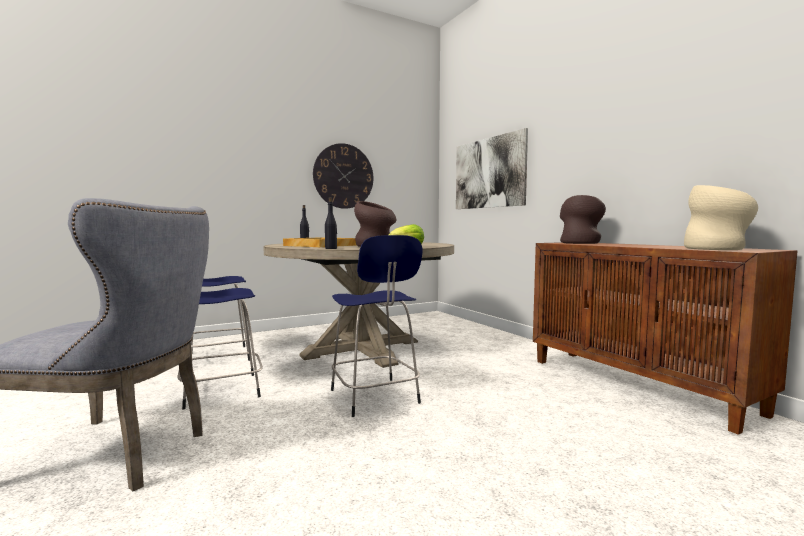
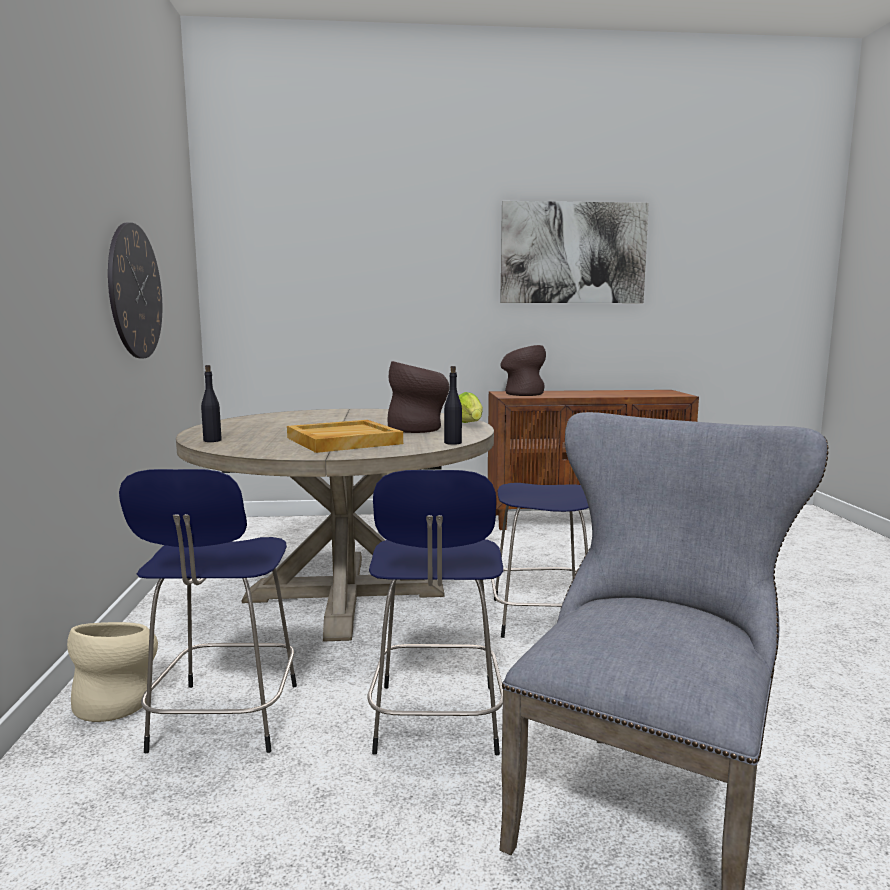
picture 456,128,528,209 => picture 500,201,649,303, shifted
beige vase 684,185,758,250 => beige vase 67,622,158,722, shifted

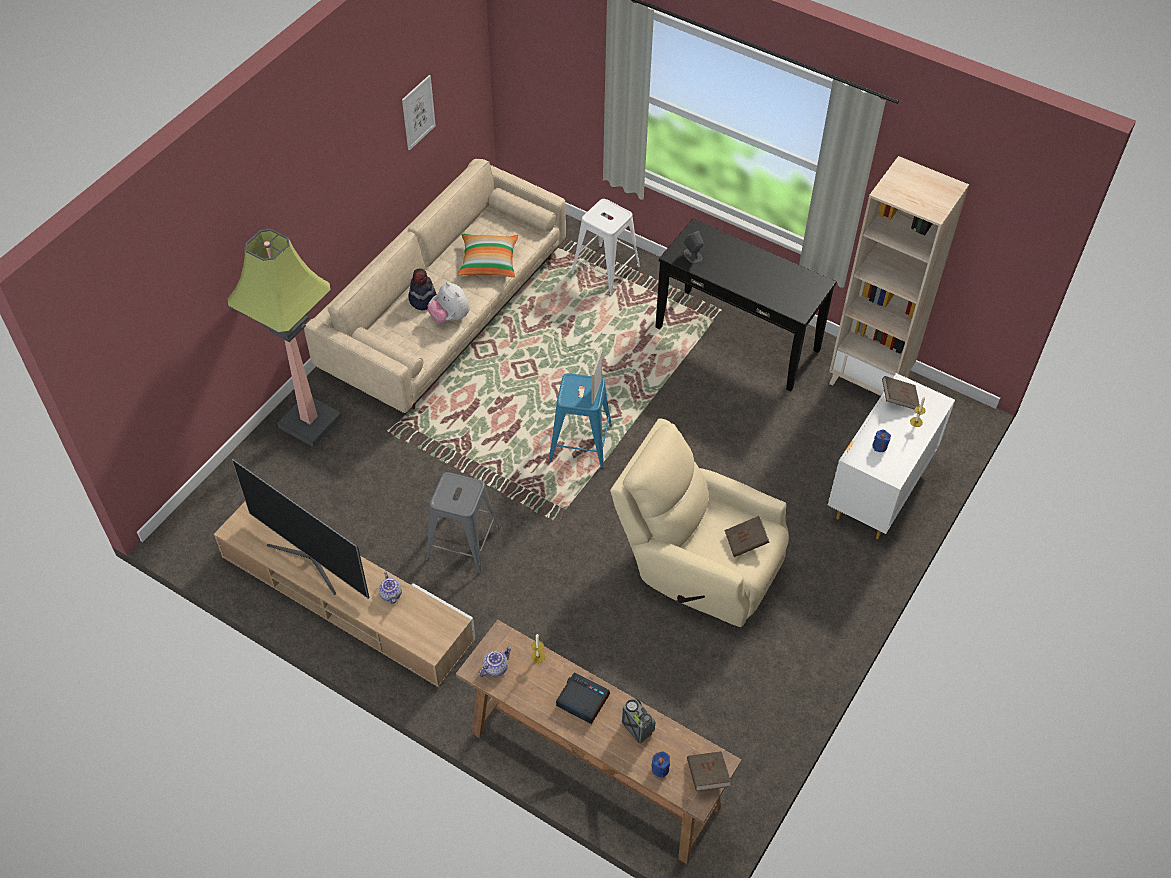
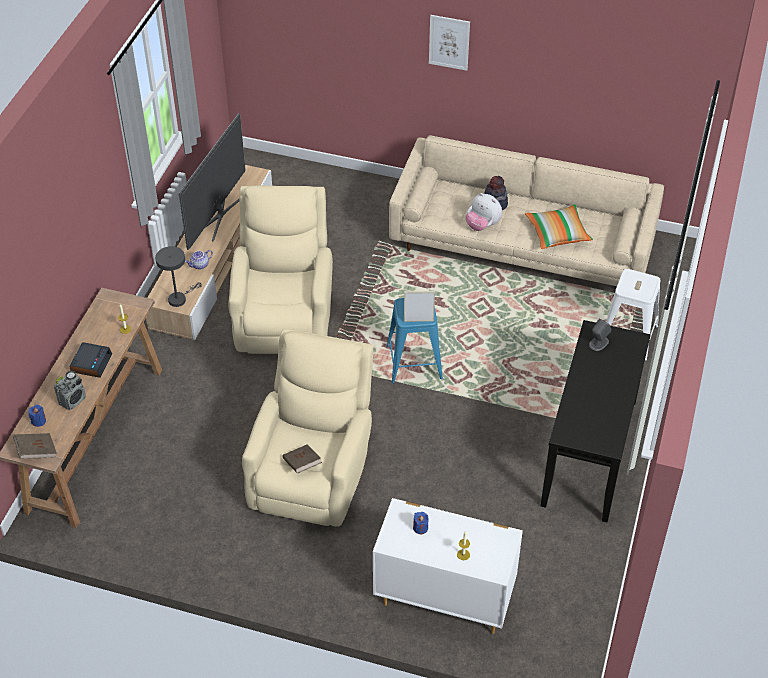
picture 402,75,436,151 => picture 429,15,470,71, shifted
beige bookcase 829,156,969,396 => nothing
floor lamp 227,229,342,447 => nothing
plush toy 428,282,470,323 => plush toy 466,193,502,231, 90 degrees counterclockwise
brown book 882,376,920,410 => nothing
grey stool 426,472,500,574 => beige armchair 228,185,333,354
teapot 478,646,512,677 => nothing
nothing => grey table lamp 155,246,202,307

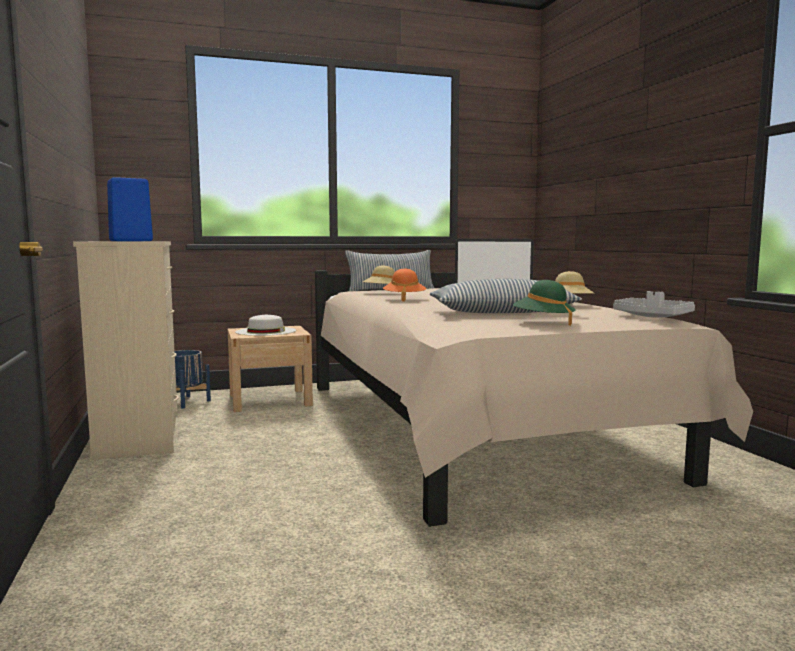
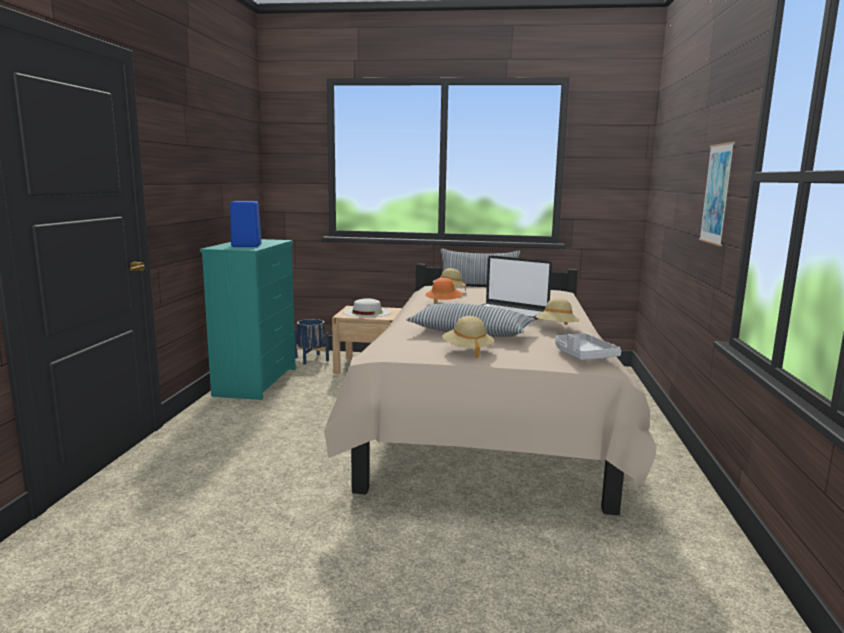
beige dresser 73,241,179,460 => turquoise dresser 200,239,295,400
green hat 513,280,576,326 => beige hat 443,316,494,358
nothing => picture 699,142,735,246

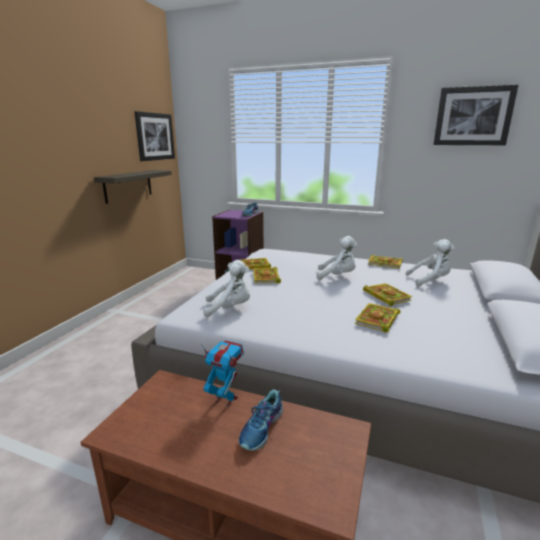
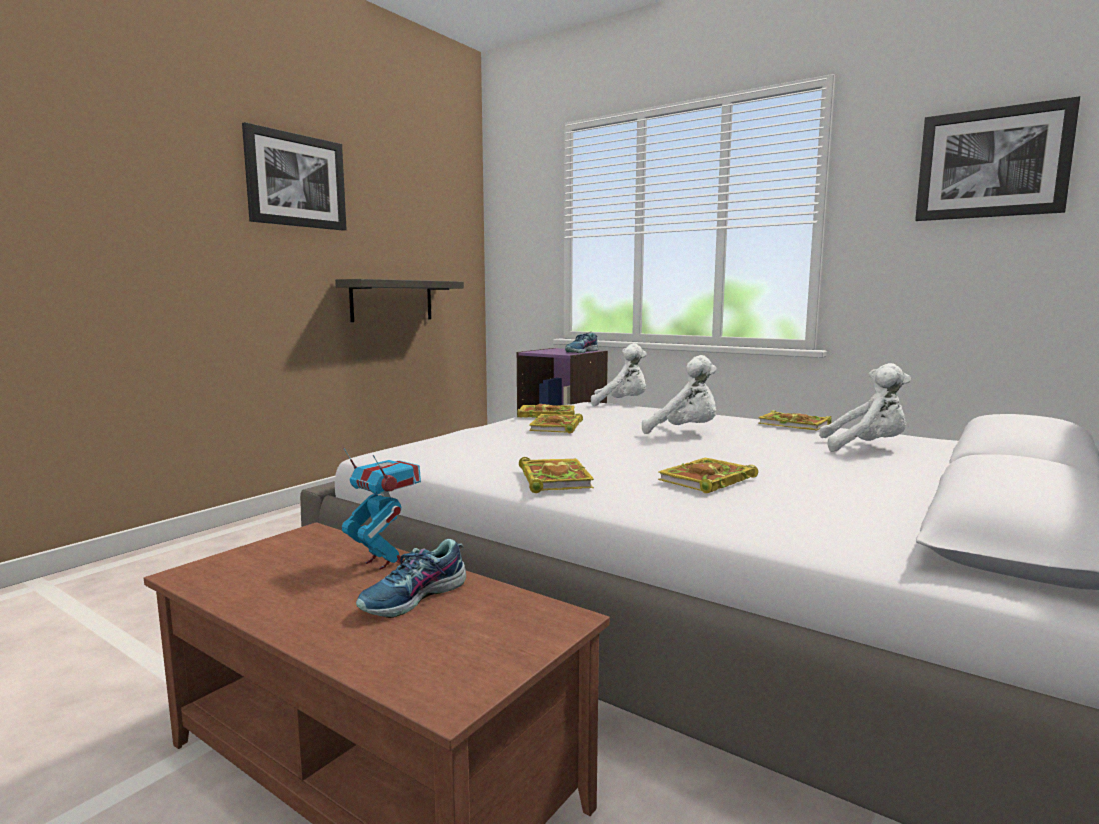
picture 134,111,175,161 => picture 242,122,347,231, shifted
white plush toy 203,260,250,318 => white plush toy 591,343,647,406, shifted
book 363,283,412,306 => book 519,457,594,493, shifted

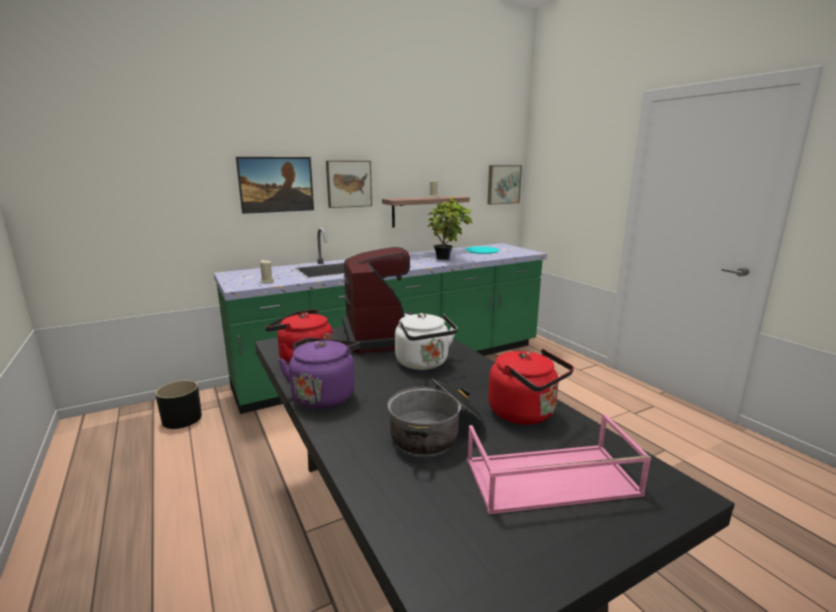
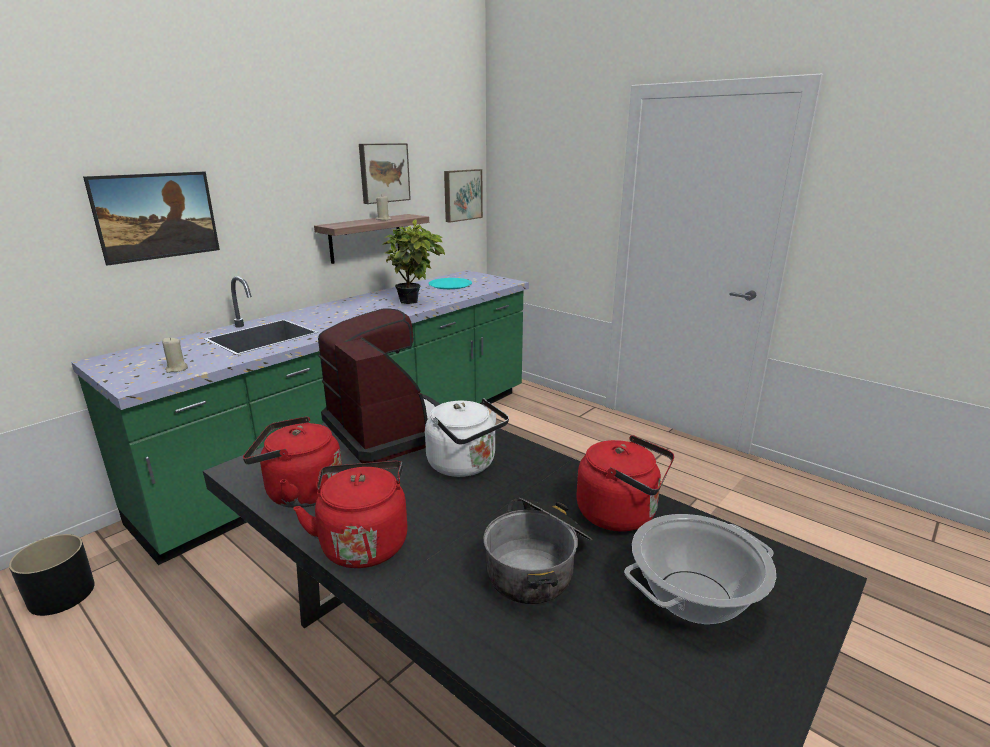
picture 326,161,372,208 => picture 359,143,411,204, shifted
purple kettle 278,338,360,409 => red kettle 294,461,408,568
pink tray 467,414,651,514 => cooking pot 624,514,776,624

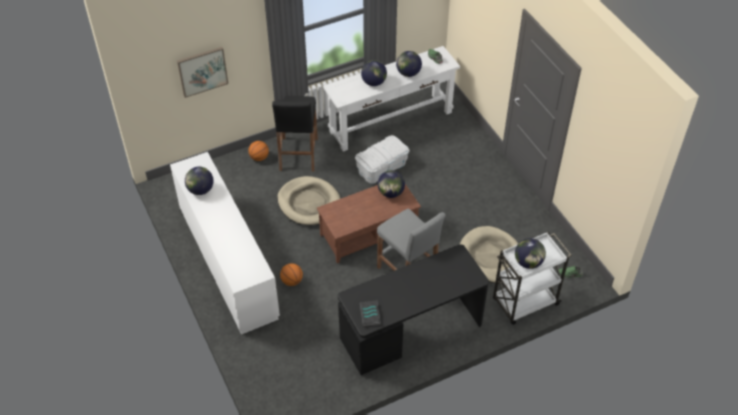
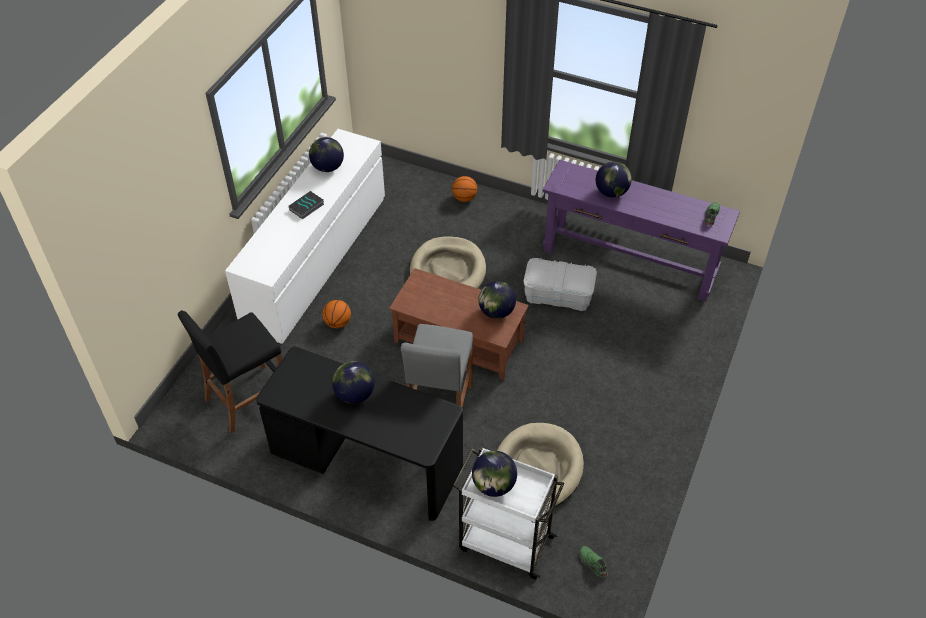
white console table 323,46,460,152 => purple console table 543,160,740,301
picture 177,47,228,98 => nothing
globe 396,51,422,77 => globe 332,361,375,404, shifted
black stool 272,96,318,172 => black stool 178,310,282,433, shifted
book 360,300,381,327 => book 289,191,324,219, shifted

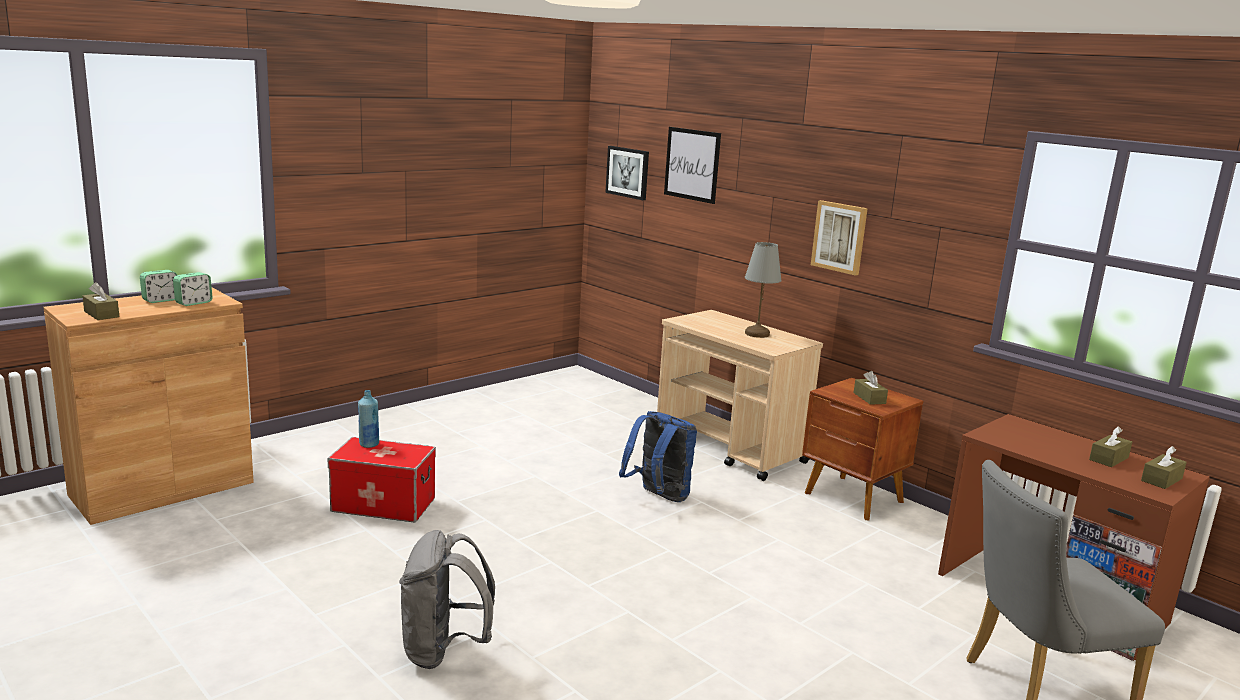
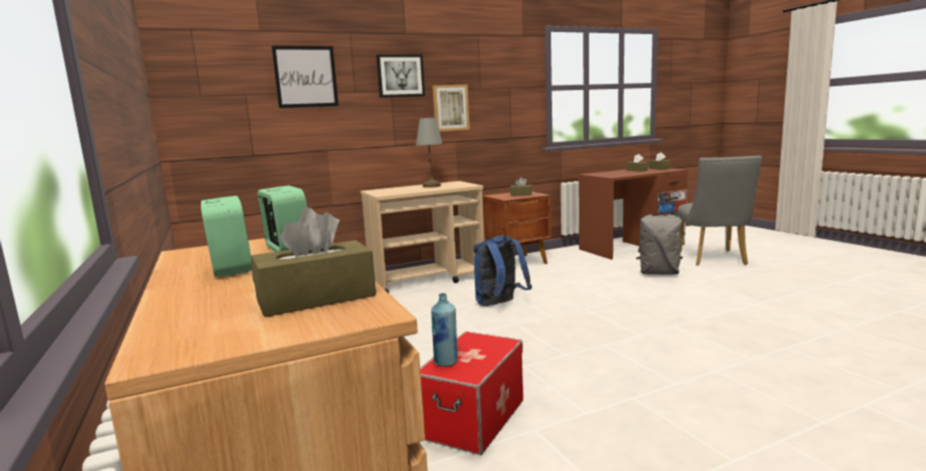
picture 605,146,649,200 => picture 376,54,425,98, shifted
grey backpack 399,530,495,669 => grey backpack 636,212,683,275, shifted

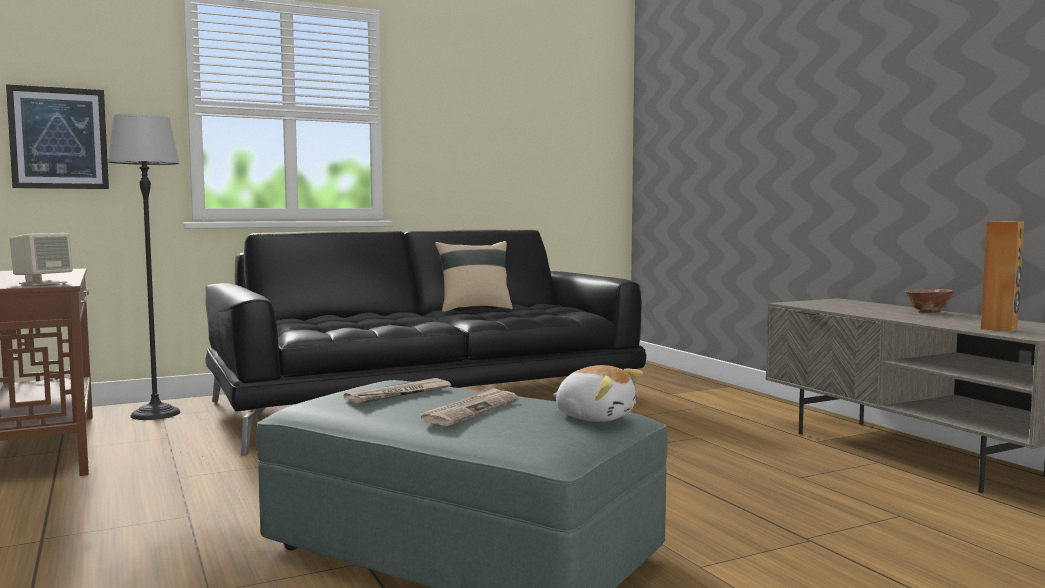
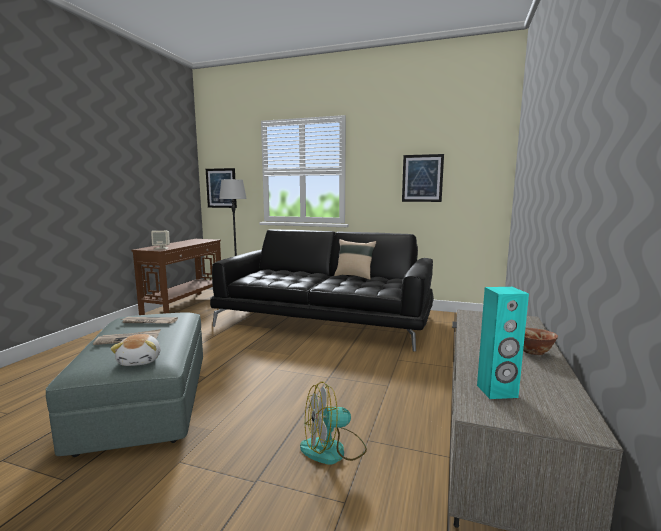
brown speaker 981,221,1024,332 => turquoise speaker 477,287,529,399
nothing => picture 402,154,444,202
nothing => fan 300,382,367,464

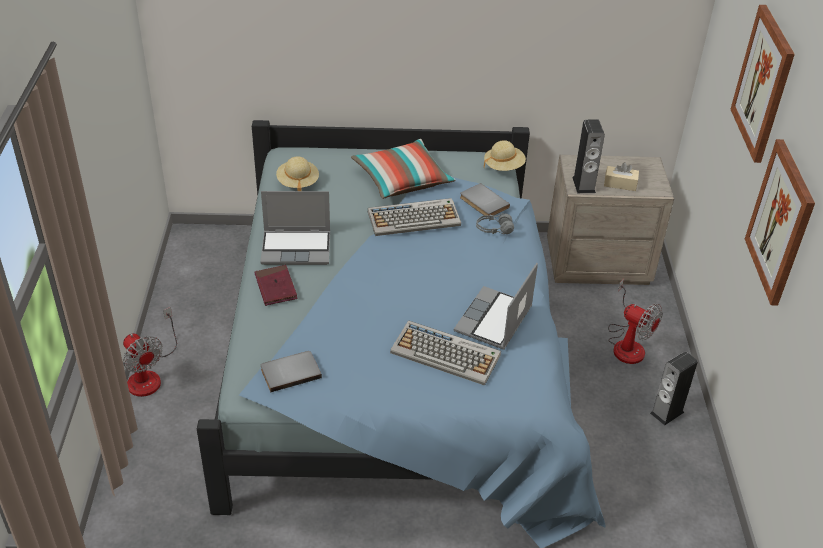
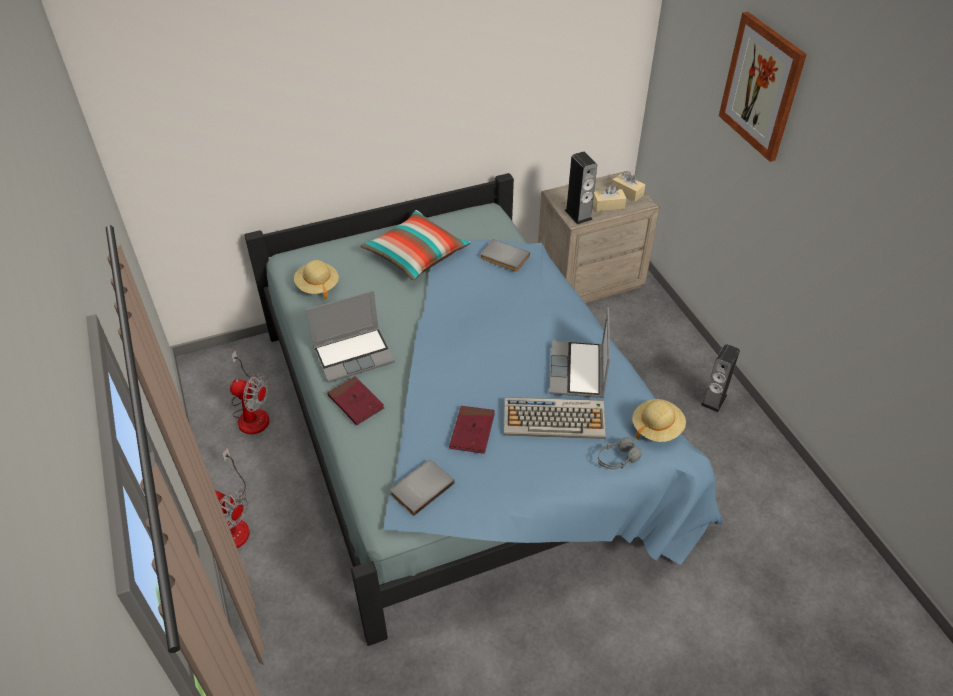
picture 745,139,815,306 => nothing
beige hat 484,140,526,171 => beige hat 632,399,686,442, shifted
keyboard 368,198,461,236 => nothing
grey headphones 476,213,514,235 => grey headphones 598,437,642,469, shifted
fan 608,279,663,364 => fan 230,351,269,434, shifted
nothing => beige tissue box 612,172,645,202
nothing => red book 449,406,495,454

